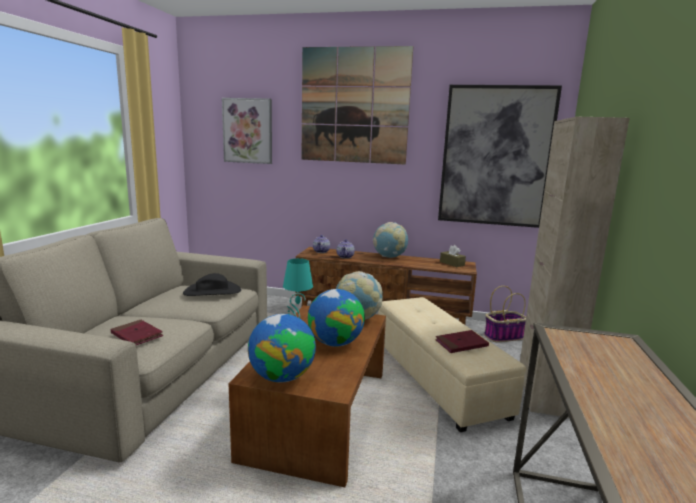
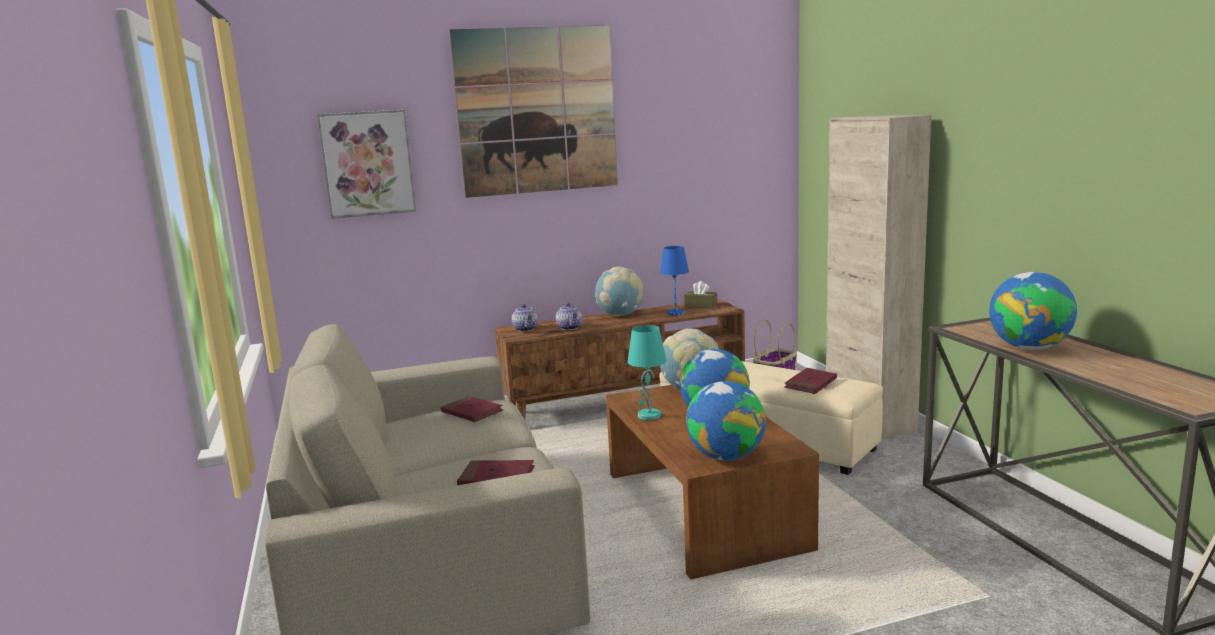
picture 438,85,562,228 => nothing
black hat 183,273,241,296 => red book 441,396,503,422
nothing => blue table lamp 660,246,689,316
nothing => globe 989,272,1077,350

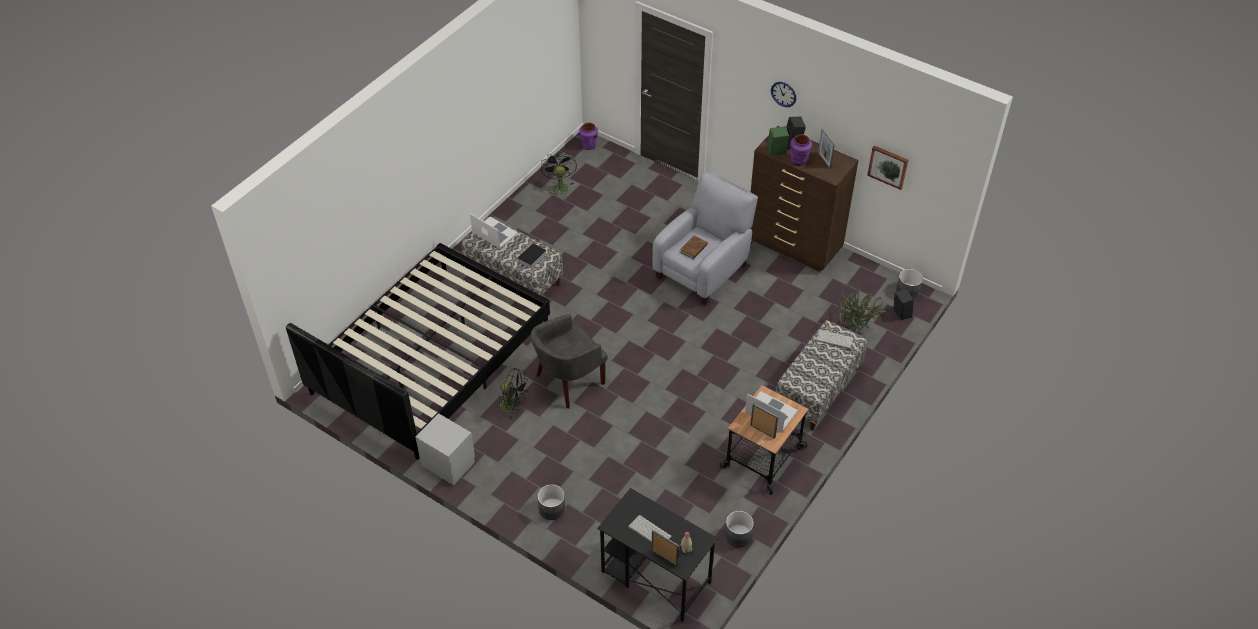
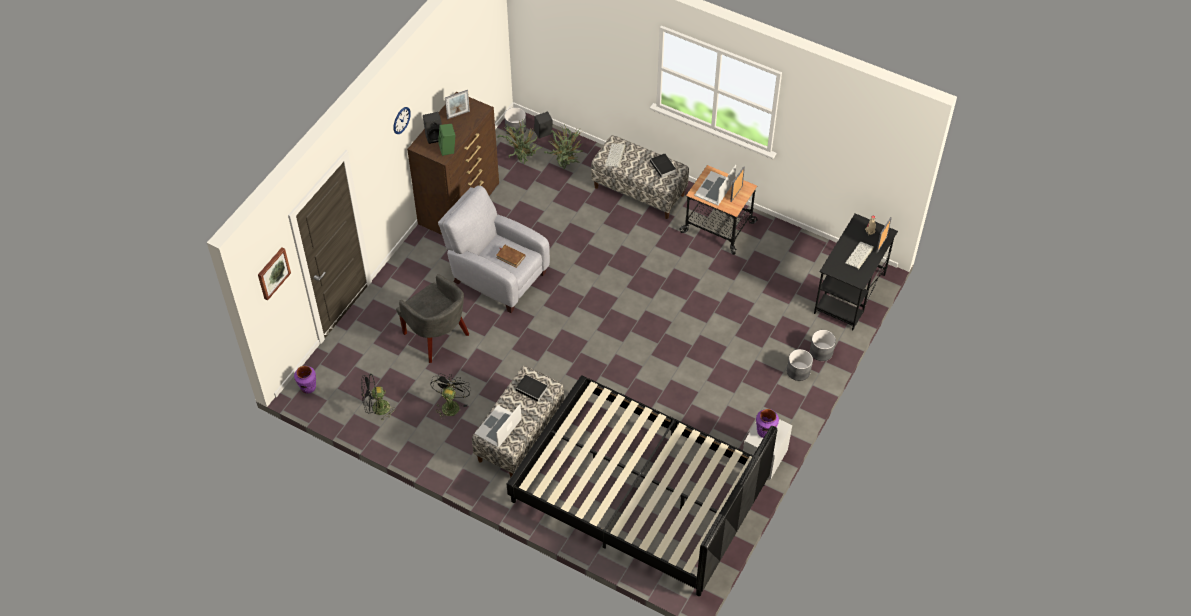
purple vase 790,134,812,166 => purple vase 756,409,779,438, shifted
picture 867,145,908,190 => picture 258,247,291,301, shifted
grey armchair 531,314,608,409 => grey armchair 396,274,469,363, shifted
black fan 497,368,528,419 => black fan 430,373,471,420, shifted
grey planter 725,511,754,547 => grey planter 810,330,836,361, shifted
nothing => potted plant 497,119,543,164
nothing => book 650,154,676,180

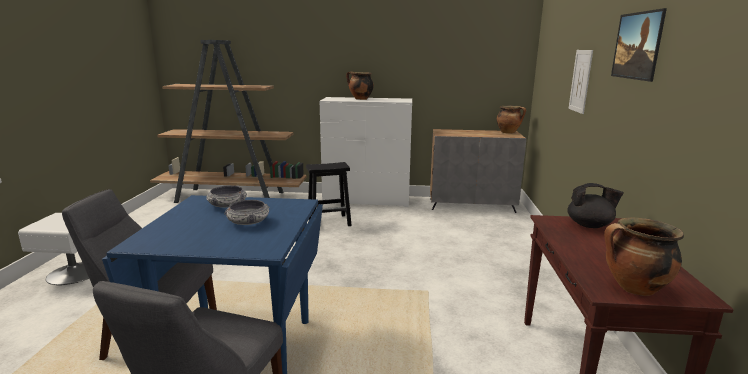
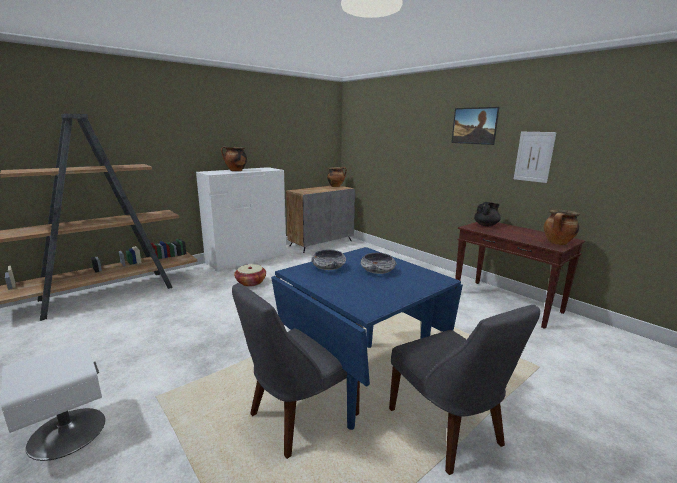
picture 568,50,593,114 => picture 514,132,557,183, shifted
black stool 306,162,352,226 => basket 234,264,266,287

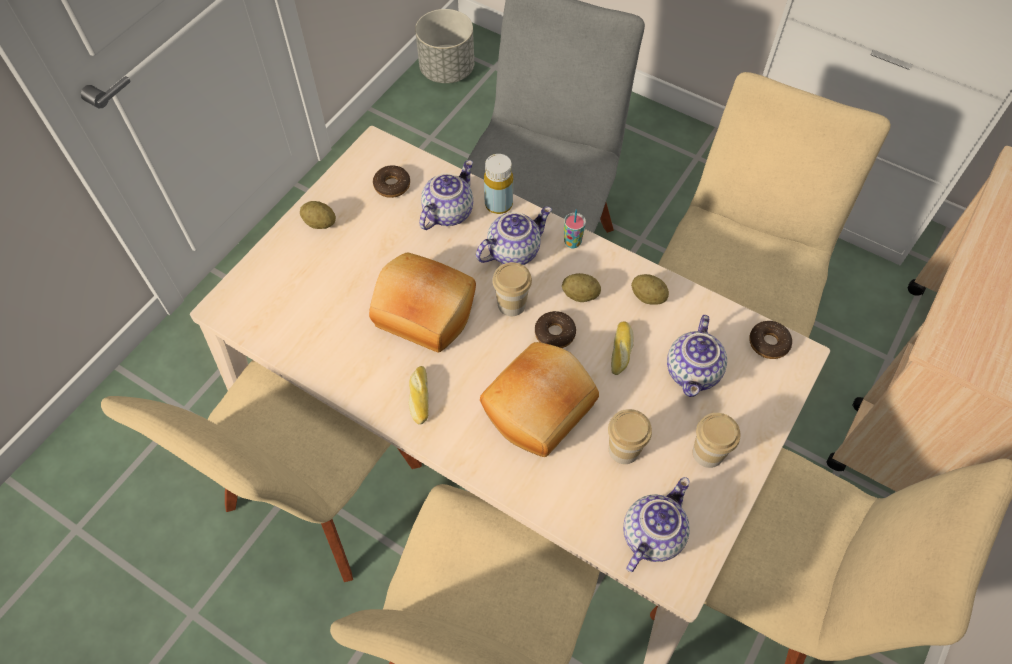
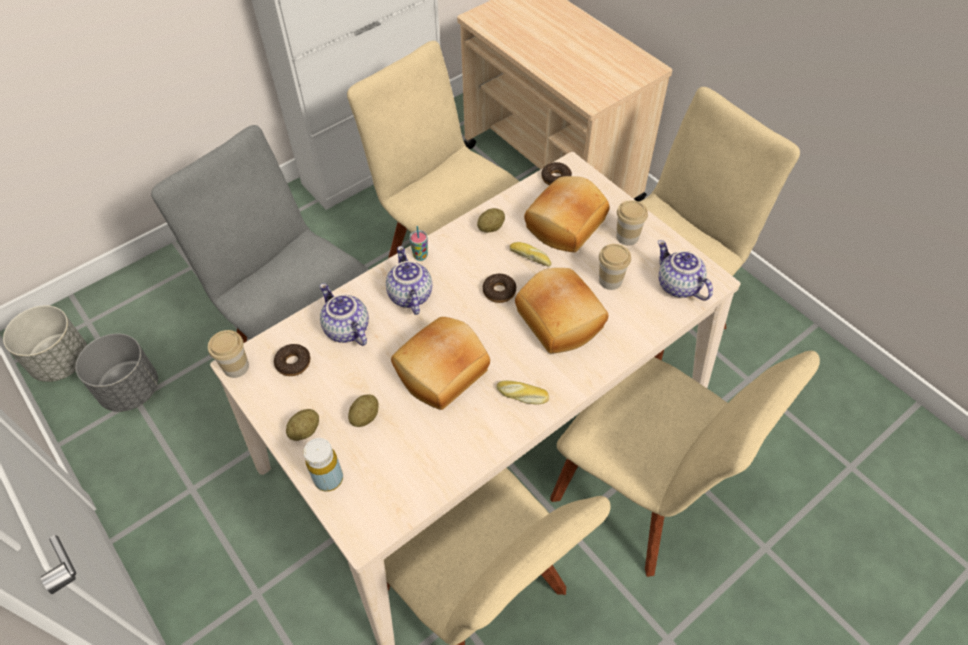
yellow bottle 484,154,513,214 => yellow bottle 304,438,343,492, shifted
cup 492,262,532,316 => cup 208,330,249,378, shifted
potato 562,273,601,302 => potato 348,394,379,427, shifted
teapot 667,315,727,397 => bread 524,176,609,252
nothing => grey planter 76,333,158,412

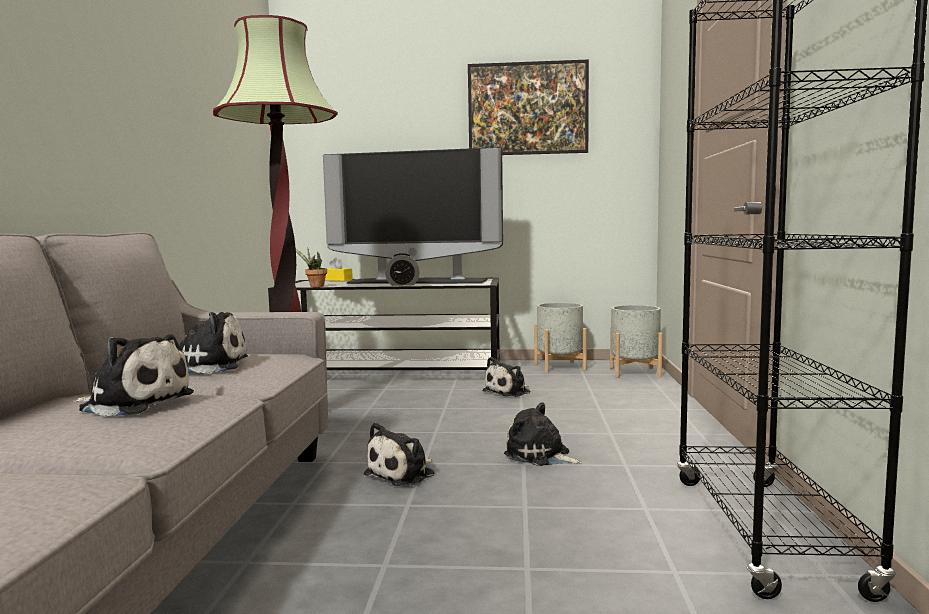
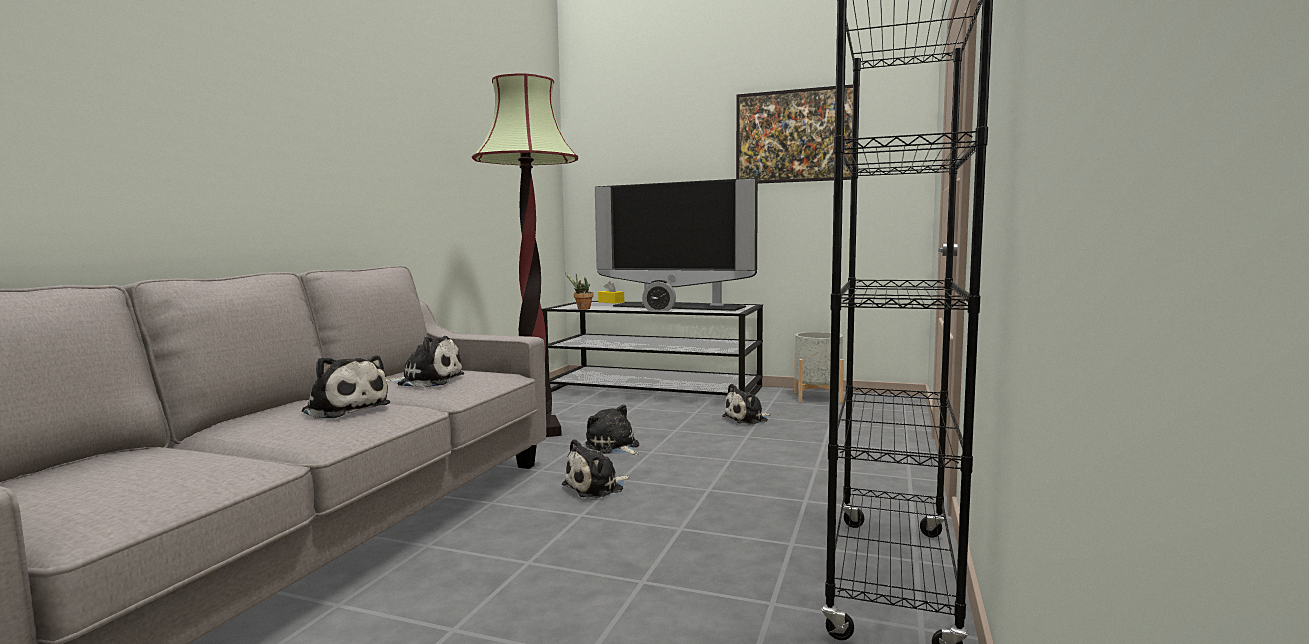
grey planter 610,305,663,378 => nothing
plush toy 504,402,583,466 => plush toy 586,405,639,455, shifted

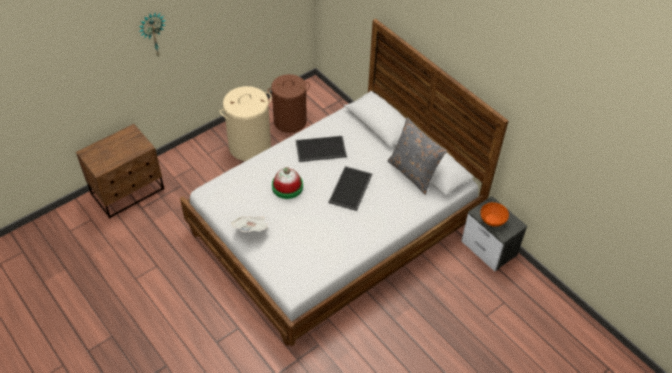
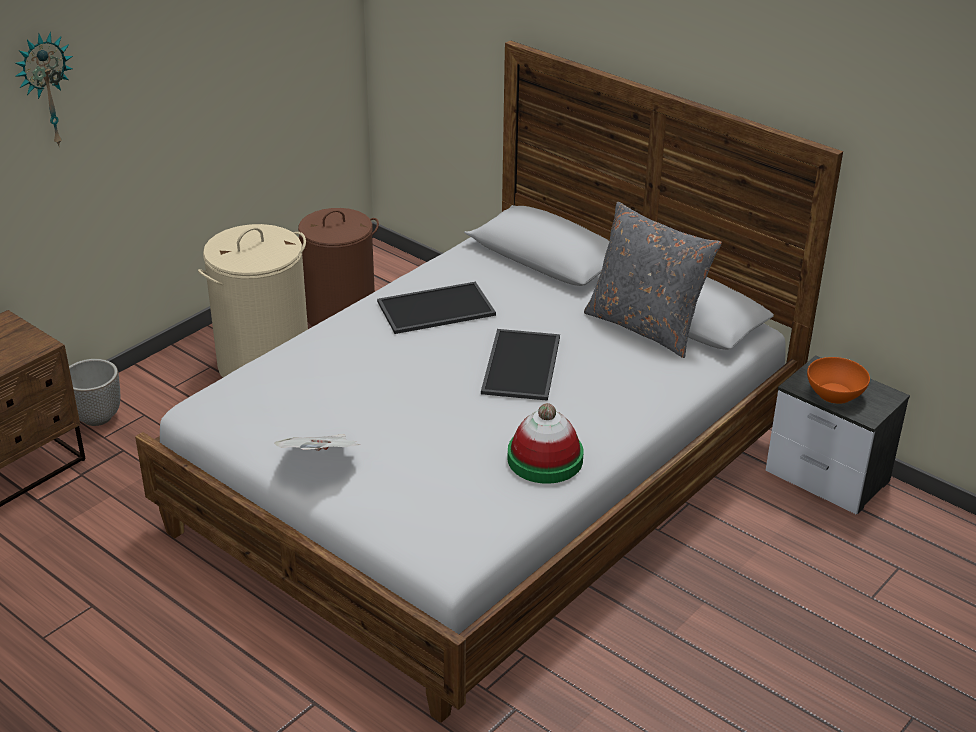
hat 272,167,303,199 => hat 507,403,583,484, shifted
nothing => planter 69,359,120,426

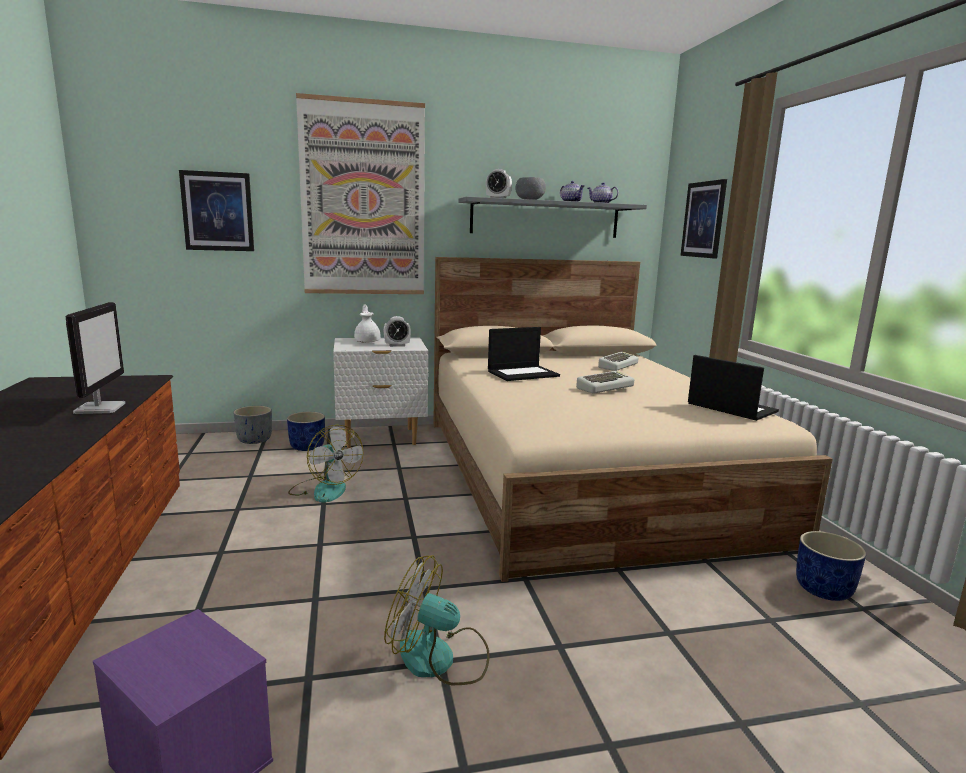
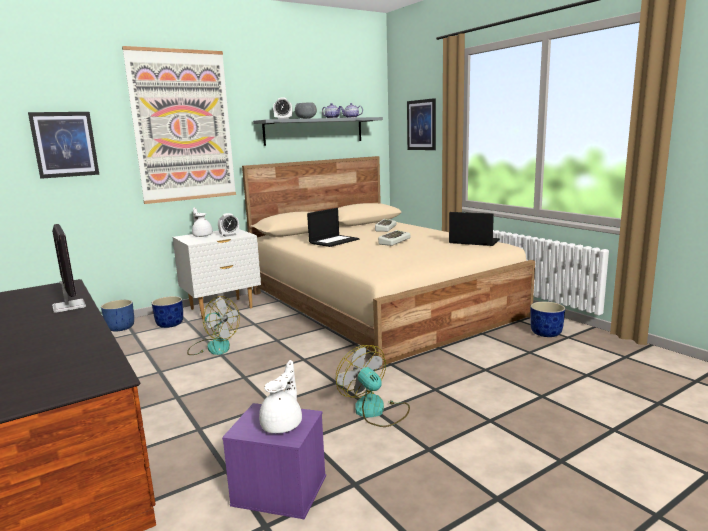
grey planter 233,406,272,444 => blue planter 101,300,134,332
fan 384,555,490,685 => fan 336,345,410,427, 60 degrees clockwise
nothing => white teapot 259,360,302,433

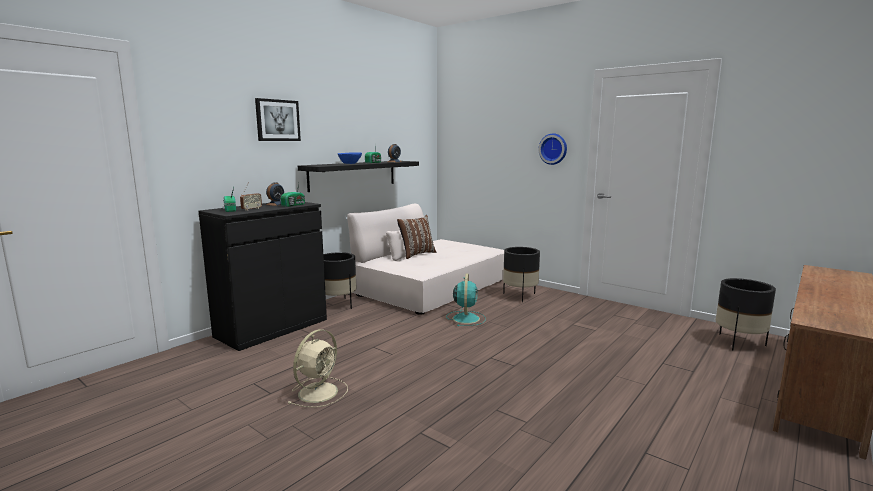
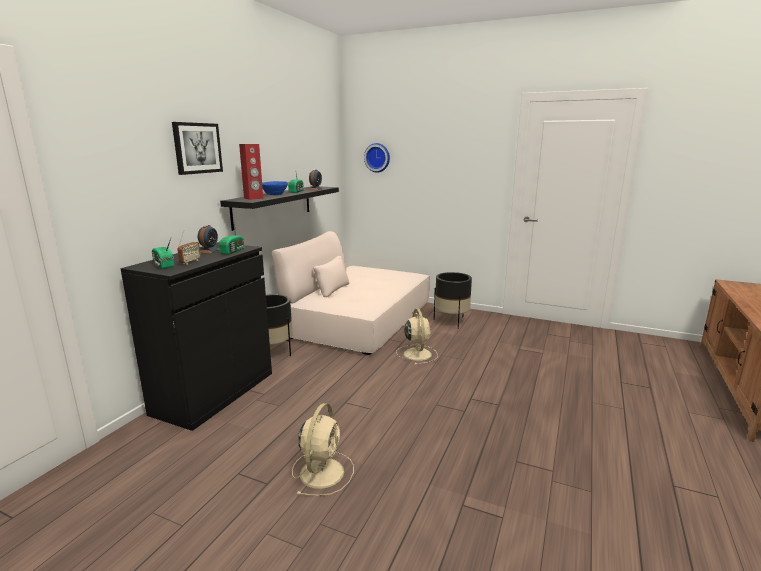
wall clock 539,133,567,165 => wall clock 364,143,390,173, shifted
brown pillow 397,215,436,259 => nothing
turquoise fan 446,273,486,326 => beige fan 396,309,438,365
black planter 716,278,776,351 => nothing
nothing => red speaker 239,144,263,200

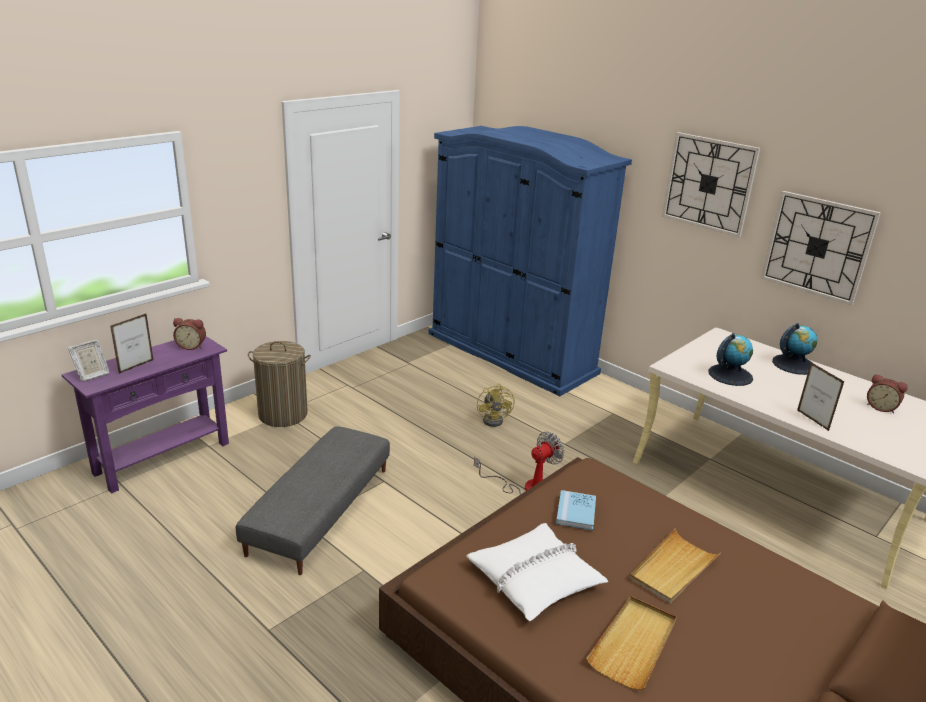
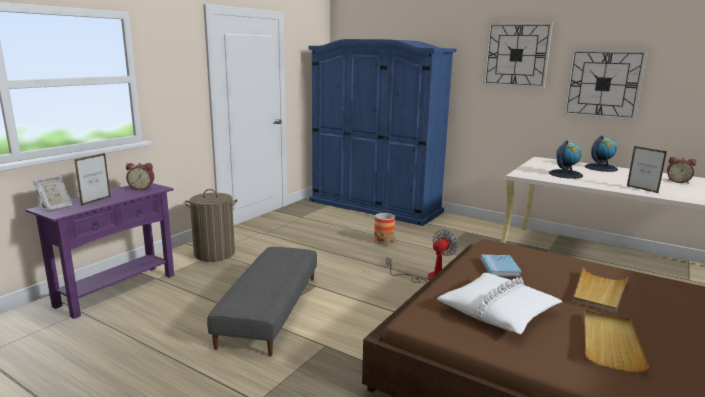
yellow fan 477,383,514,427 => planter 374,213,395,246

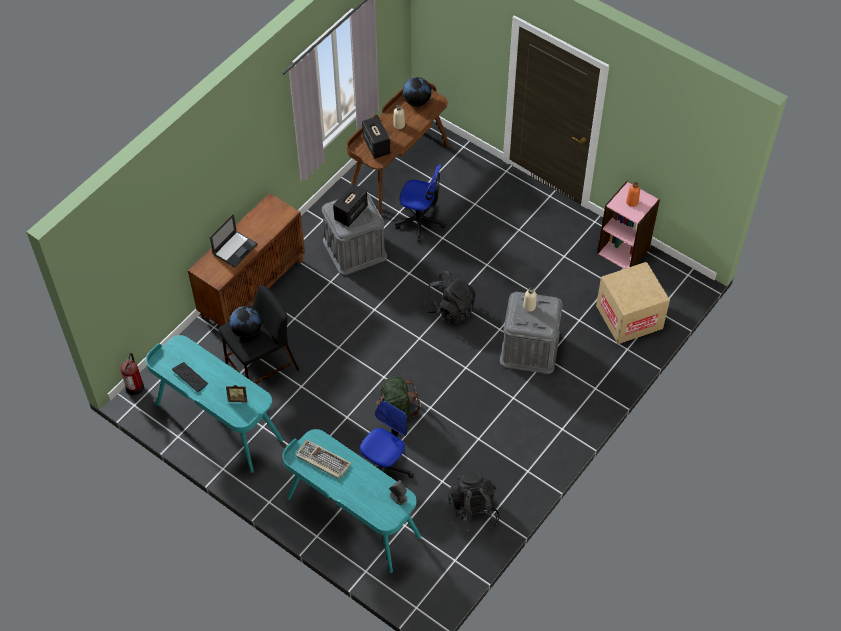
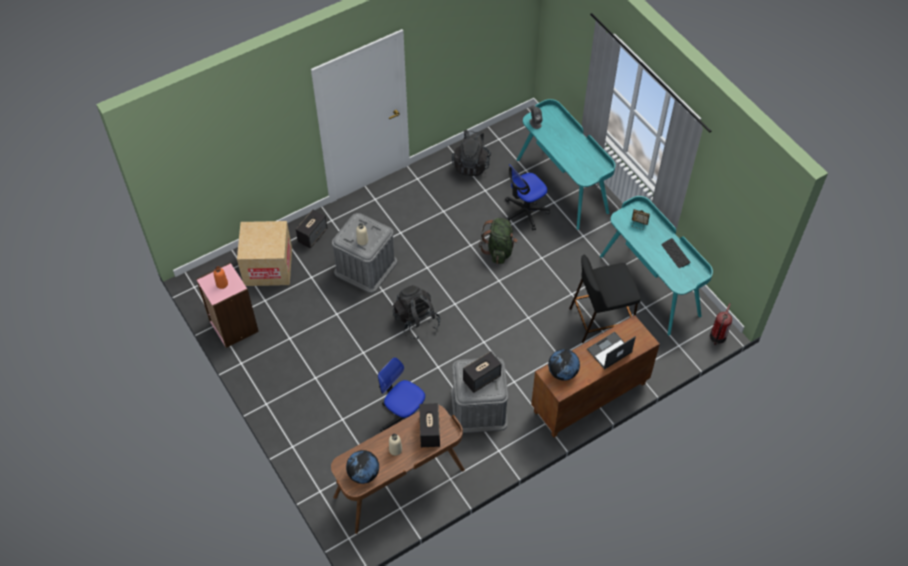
globe 229,306,262,338 => globe 548,349,580,381, shifted
keyboard 296,440,351,479 => nothing
nothing => speaker 296,210,327,248

